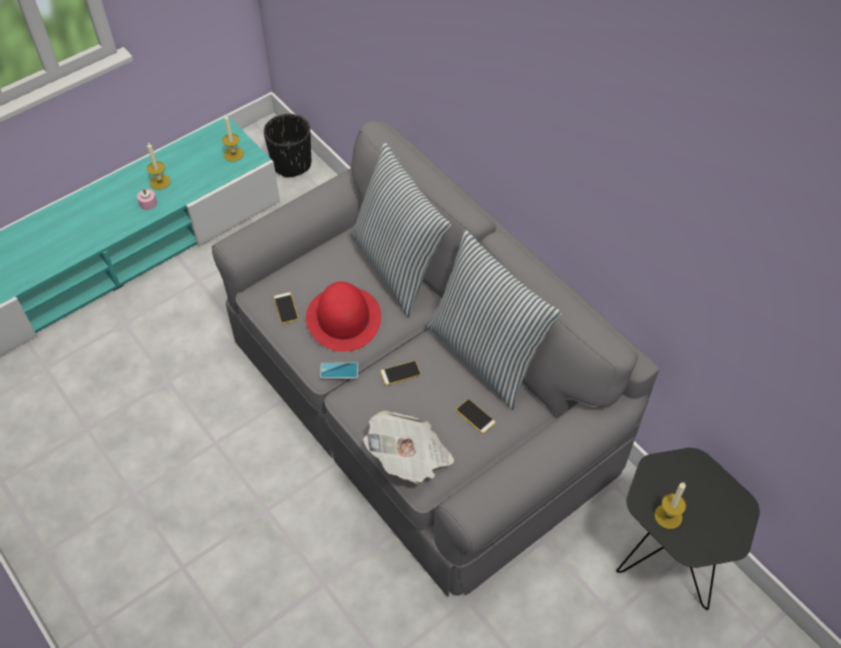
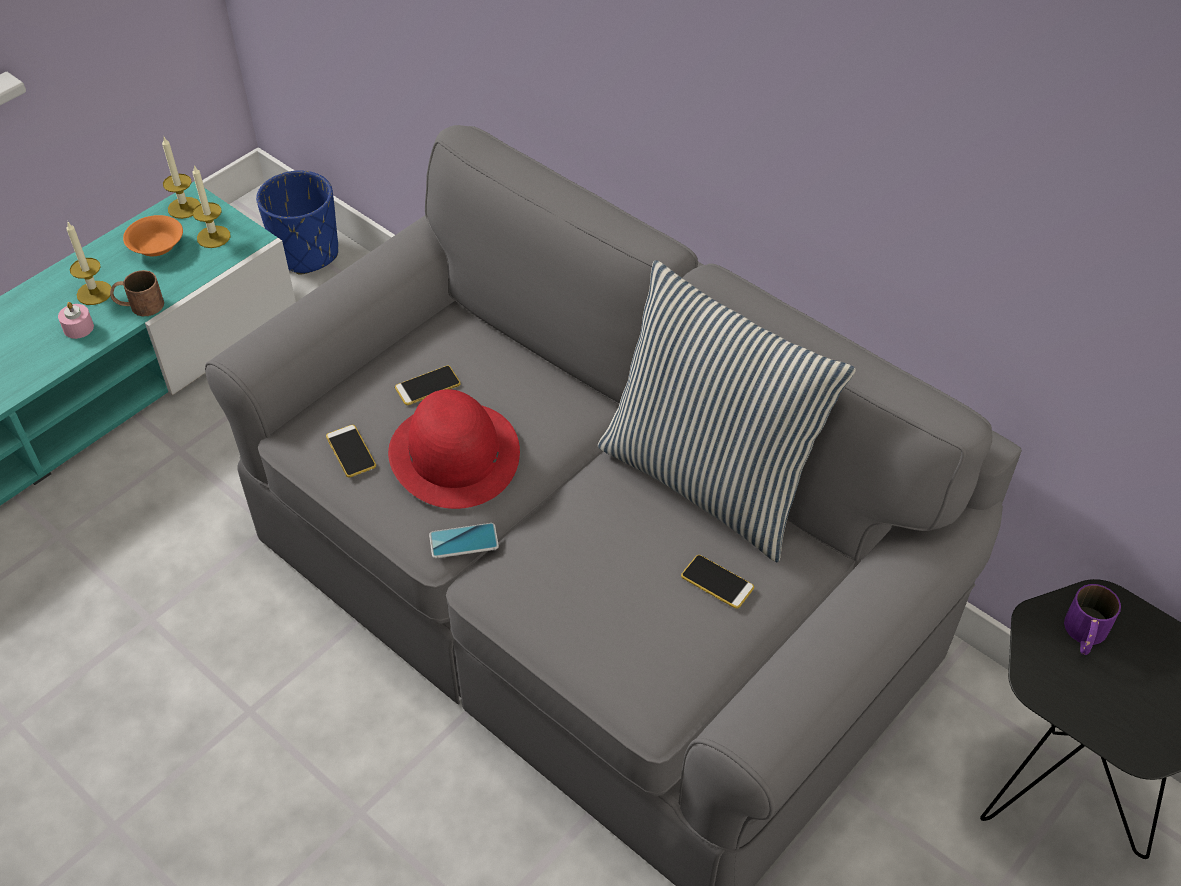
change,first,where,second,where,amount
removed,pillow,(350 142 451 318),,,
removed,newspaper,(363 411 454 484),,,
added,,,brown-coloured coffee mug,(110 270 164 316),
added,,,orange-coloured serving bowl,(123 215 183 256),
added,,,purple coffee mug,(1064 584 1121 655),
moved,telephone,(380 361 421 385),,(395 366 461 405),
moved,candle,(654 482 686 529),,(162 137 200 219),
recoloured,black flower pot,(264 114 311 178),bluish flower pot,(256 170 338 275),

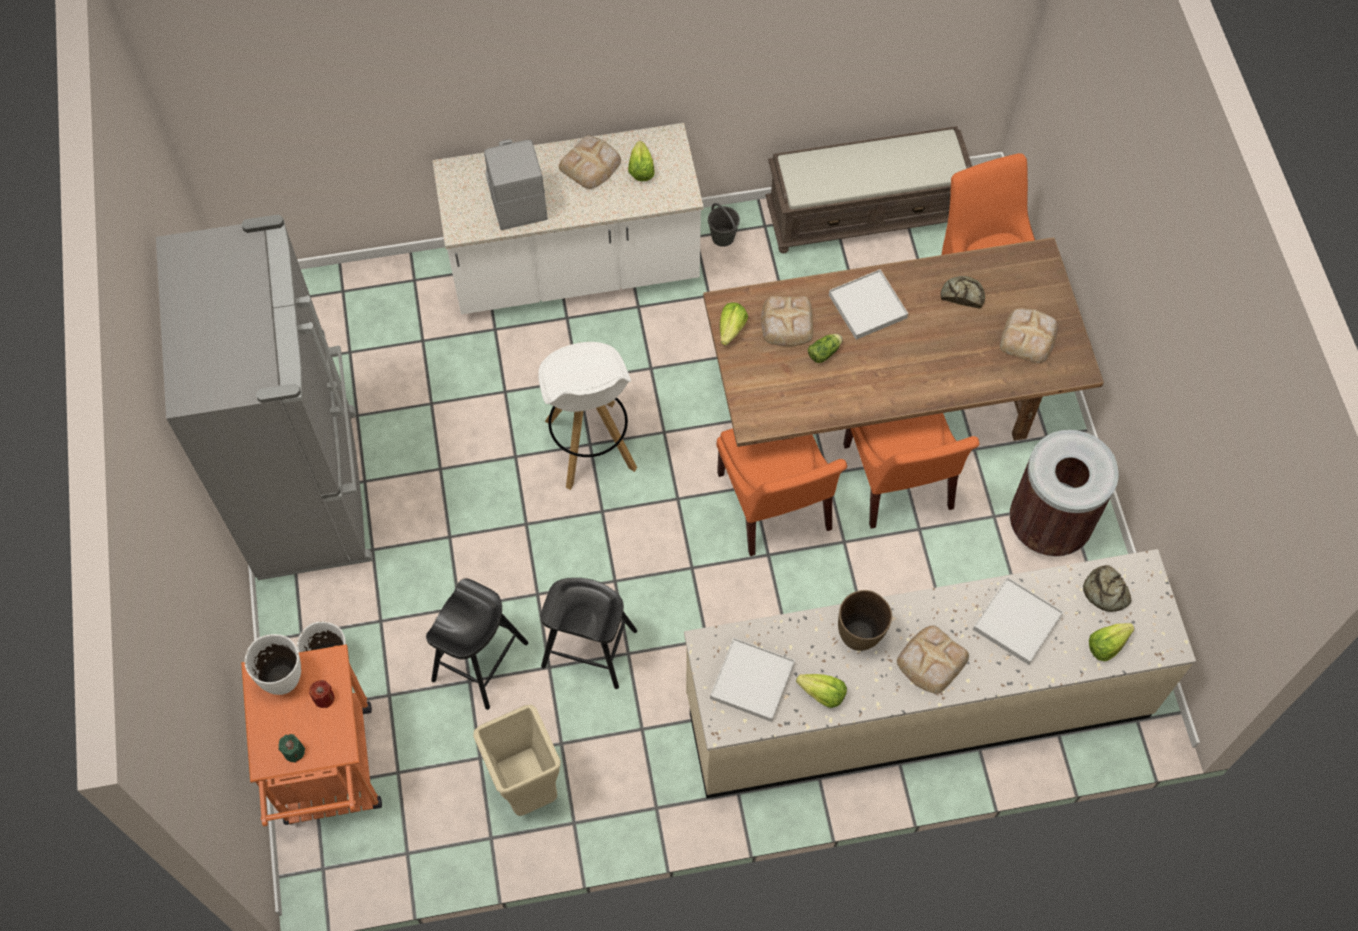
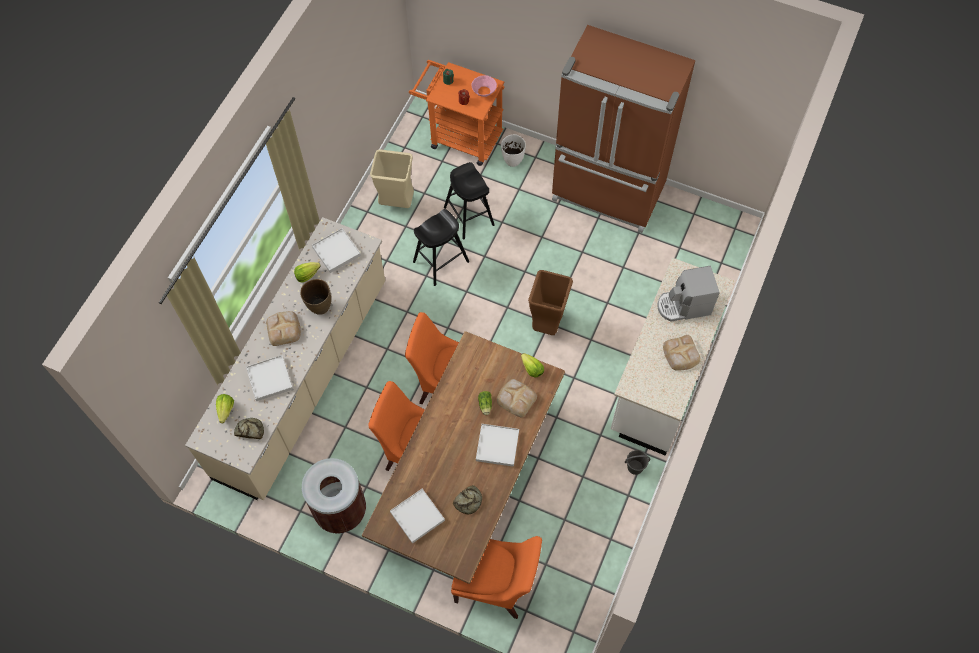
change,first,where,second,where,amount
removed,lettuce head,(628 141 654 181),,,
removed,brown-coloured indoor bench,(765 126 972 253),,,
replaced,white decorative vase,(245 634 301 695),pink-coloured serving bowl,(471 75 497 97),
replaced,white sitting stool,(538 342 637 490),brown-coloured trash can,(528 270 573 335),
replaced,bakery bread,(1000 308 1058 363),white serving tray,(390 489 445 543),
recoloured,gray fridge,(156 214 373 580),brown-coloured fridge,(552 25 695 233),
turned,coffee machine,(484 139 548 230),,(658 266 720 322),150 degrees clockwise

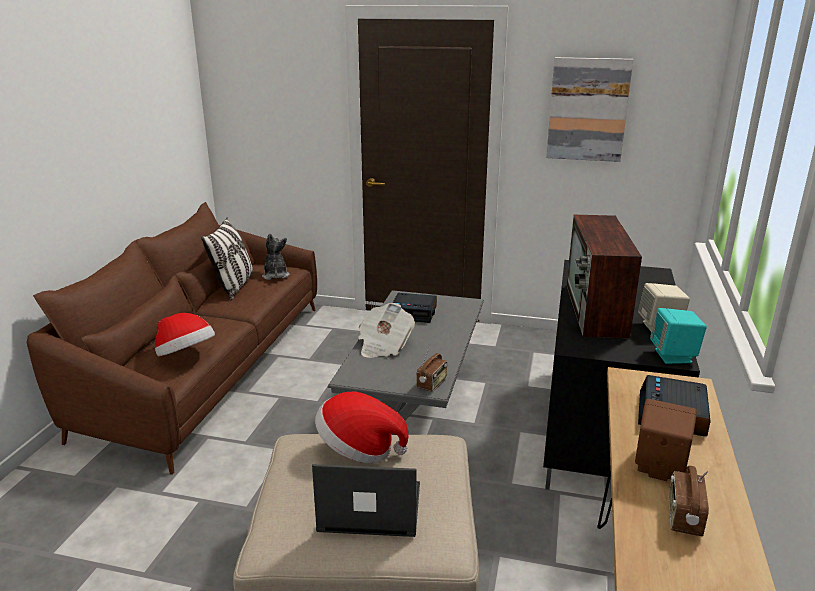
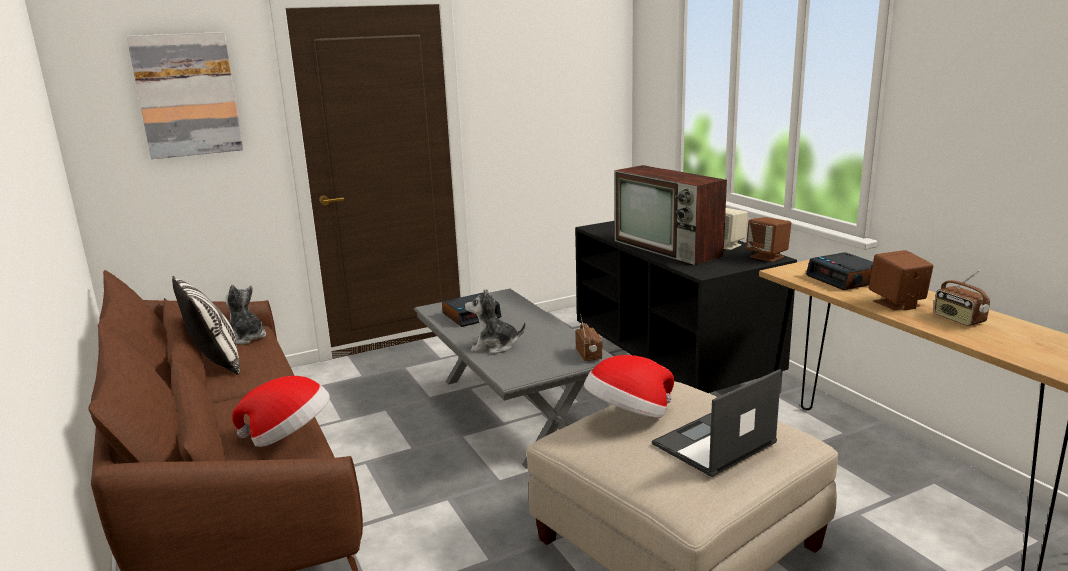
change,first,where,second,where,amount
moved,wall picture,(546 57 633 162),,(126 32 243 159),
replaced,newspaper,(358 303 415 358),cuddly toy,(465 289 526 354),
recoloured,turquoise-coloured loudspeaker,(650 308 707 364),brown-coloured loudspeaker,(746 217 791 262),

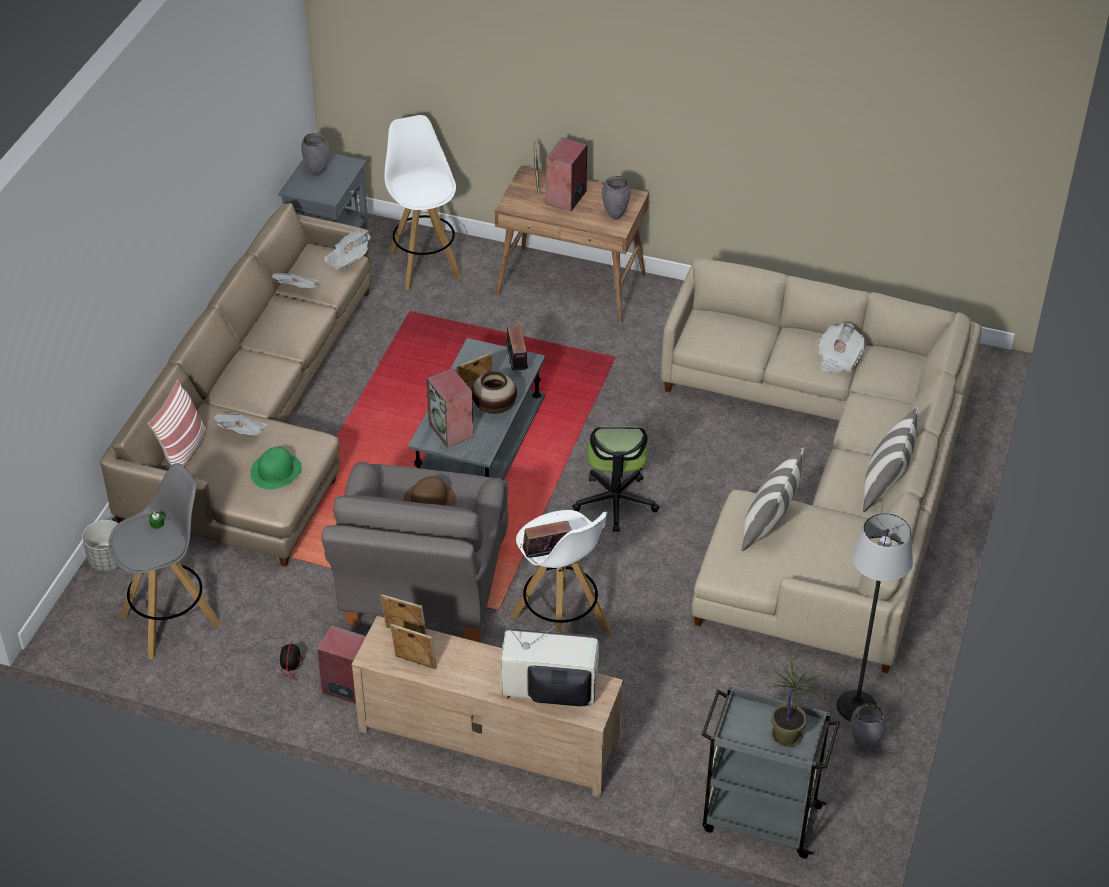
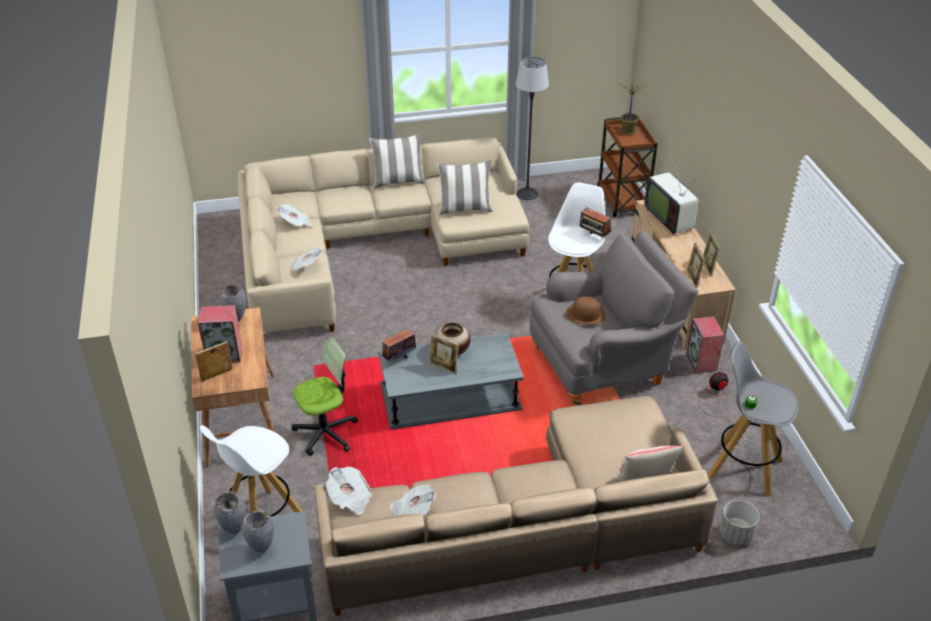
change,first,where,second,where,amount
removed,greenish hat,(250 447 302 490),,,
removed,loudspeaker,(426 368 474 448),,,
moved,newspaper,(214 413 267 436),,(290 247 322 271),
moved,desk chair,(572 426 659 532),,(291 337 358 456),
moved,gray decorative vase,(851 703 886 750),,(214 491 246 534),
recoloured,gray trolley,(702 686 840 858),brown-coloured trolley,(597 117 658 217),

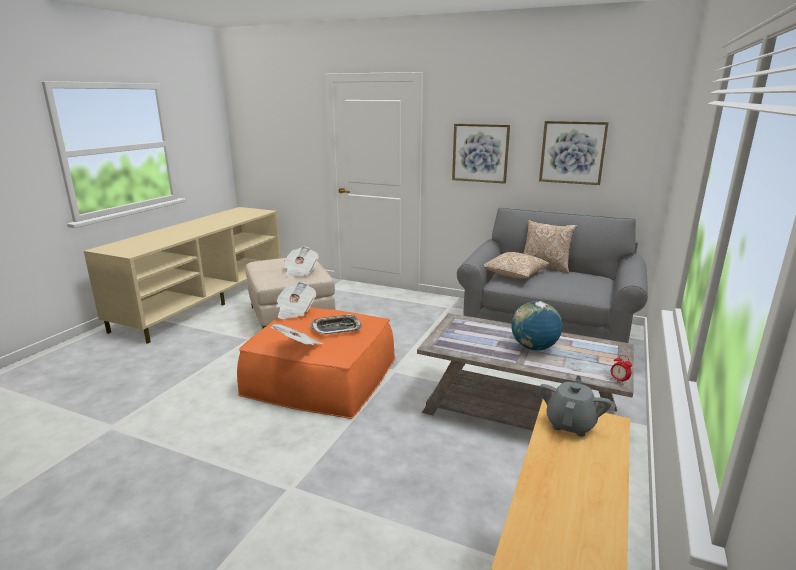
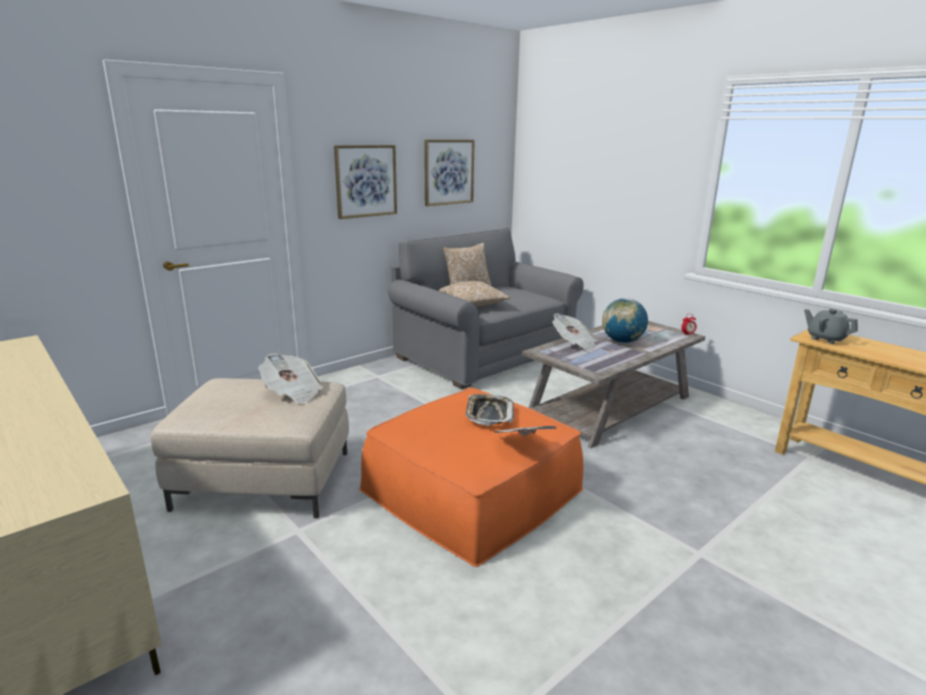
change,first,where,second,where,amount
moved,newspaper,(276 282 316 319),,(552 313 597 352),

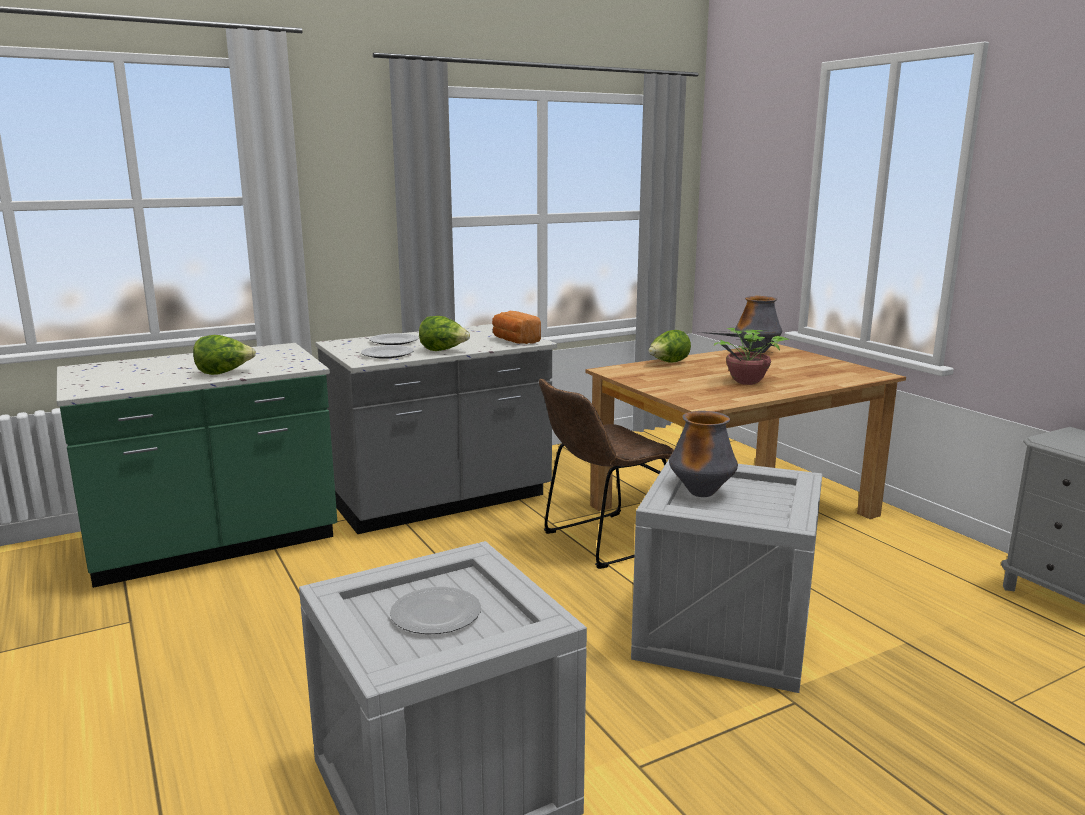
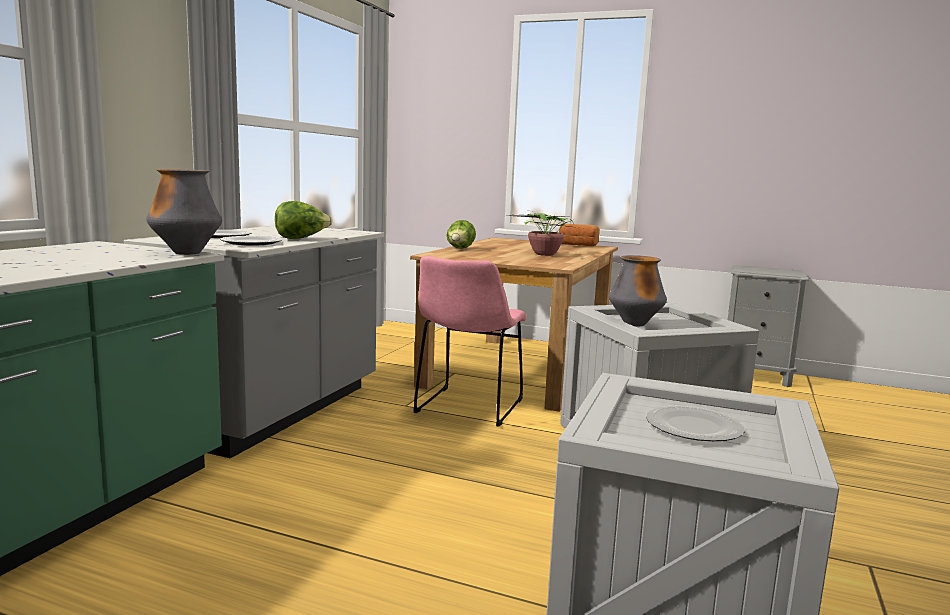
change,first,where,second,where,amount
removed,lettuce head,(193 335 256 375),,,
moved,bakery bread,(492 311 541 344),,(559 224 600 246),
moved,decorative vase,(735 296 782 353),,(146 169 222 255),
recoloured,brown-coloured upright chair,(539 379 674 569),pink-coloured upright chair,(413 255 527 426),

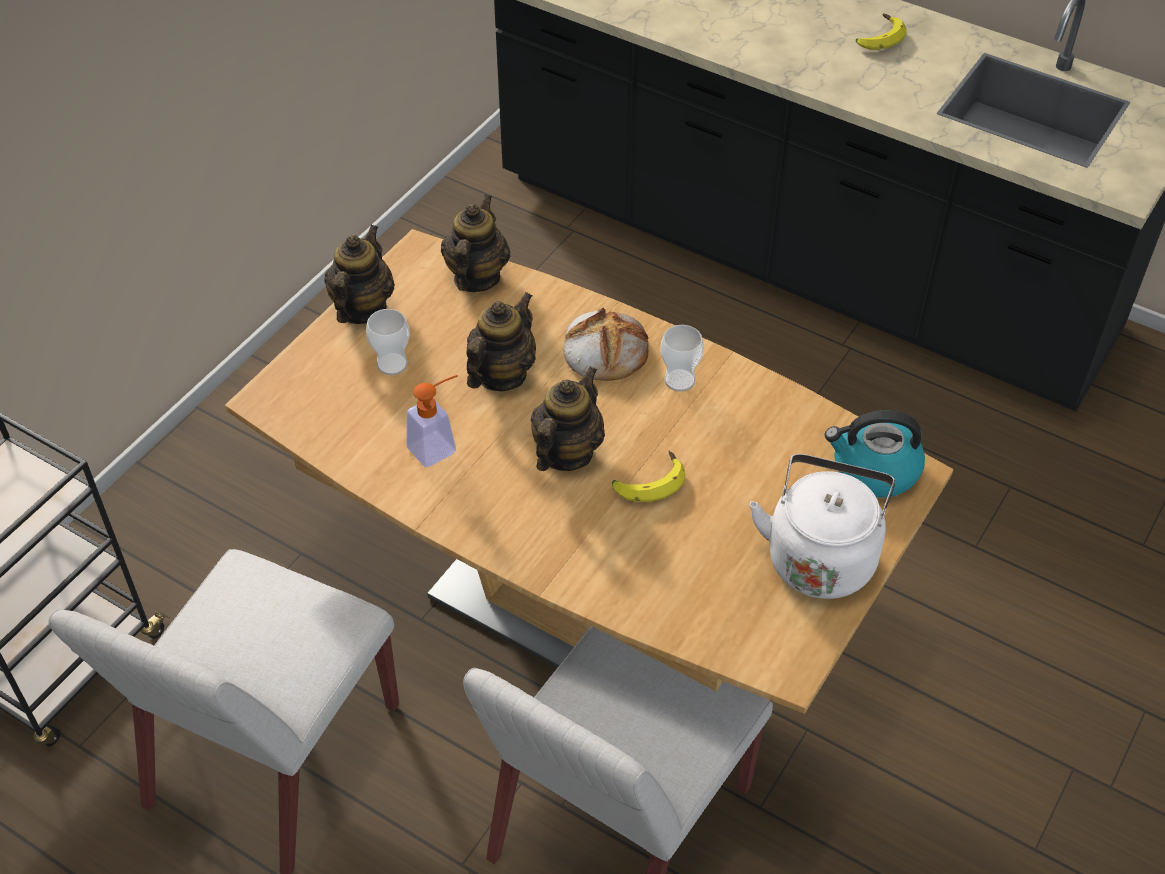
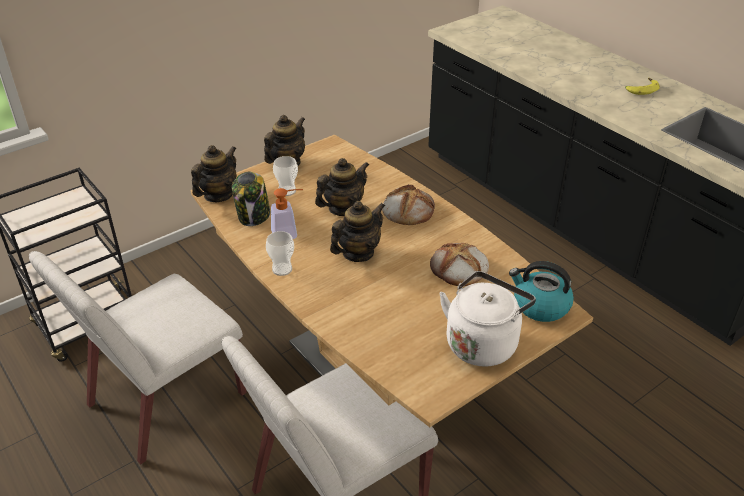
change,first,where,second,where,amount
removed,banana,(612 450 685 502),,,
added,,,preserve jar,(232 171 270 226),
added,,,bakery bread,(430 243 489 286),
moved,pot for tea,(441 194 510 292),,(191 145 237 202),
moved,cup,(660 325 704 392),,(266 231 294 276),

